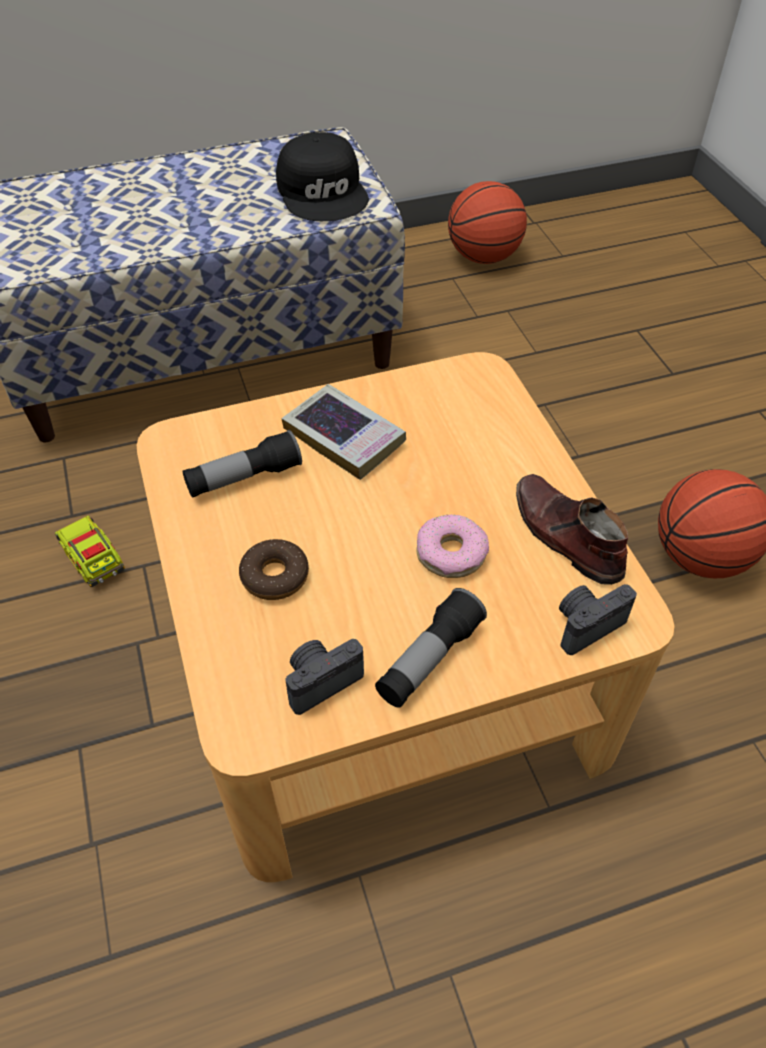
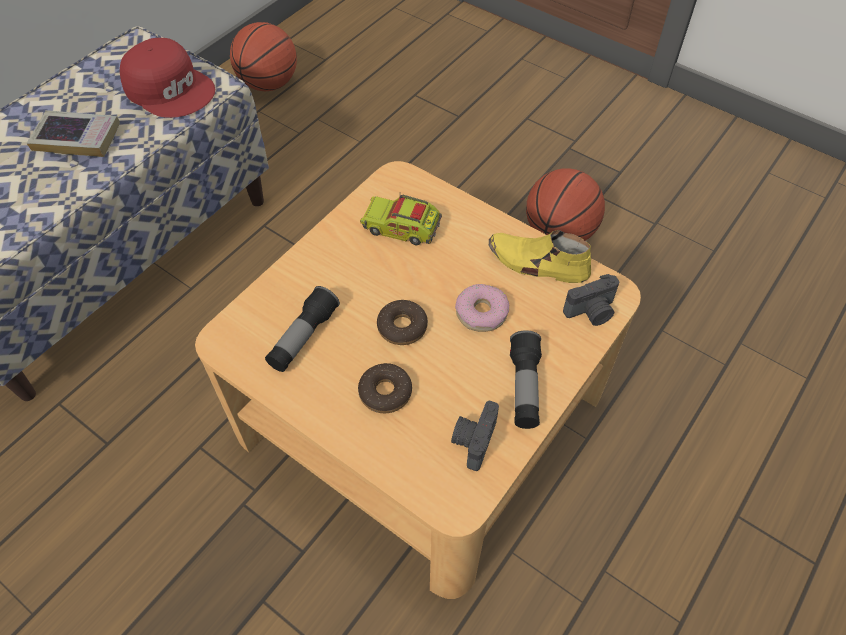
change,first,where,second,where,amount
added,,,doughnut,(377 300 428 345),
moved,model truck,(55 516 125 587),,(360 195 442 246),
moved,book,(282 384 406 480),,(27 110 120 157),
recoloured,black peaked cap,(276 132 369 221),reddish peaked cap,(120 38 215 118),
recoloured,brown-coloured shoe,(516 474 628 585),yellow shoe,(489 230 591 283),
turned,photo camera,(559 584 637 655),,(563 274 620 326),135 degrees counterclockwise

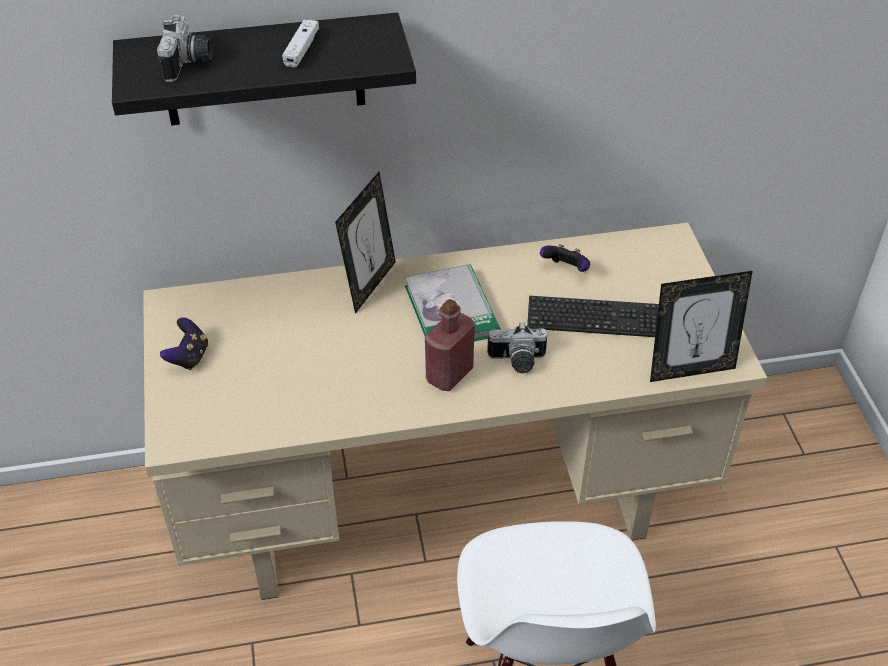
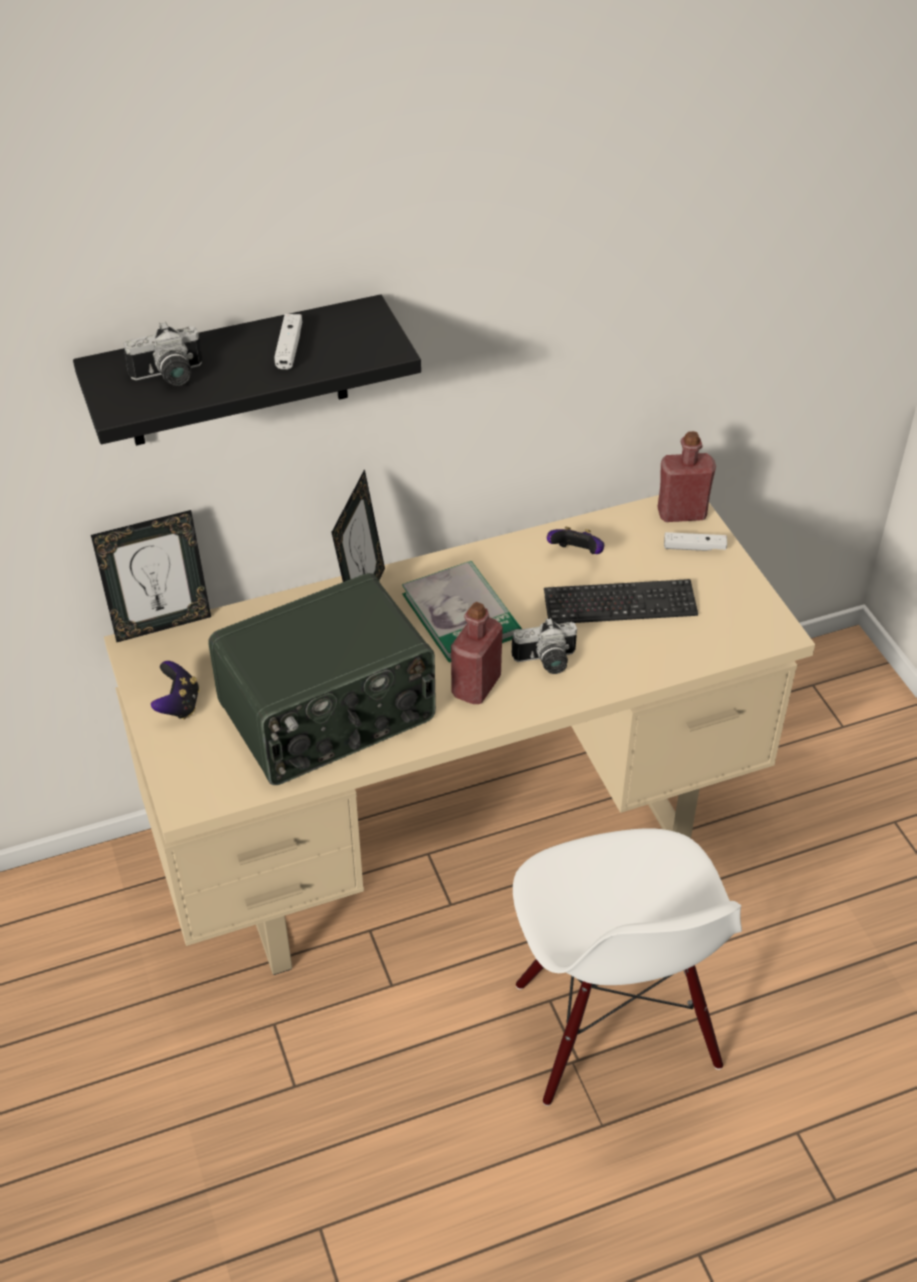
change,first,where,second,where,amount
added,,,radio receiver,(208 573 436 785),
added,,,reddish bottle,(657 431 716 522),
added,,,white joypad,(664 532 727 551),
moved,photo frame,(650 271 753 382),,(91 510 211 642),
turned,photo camera,(157 15 213 82),,(124 322 202 386),75 degrees clockwise

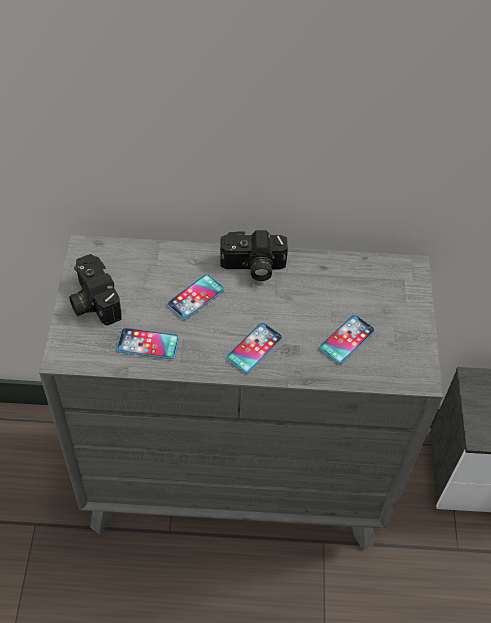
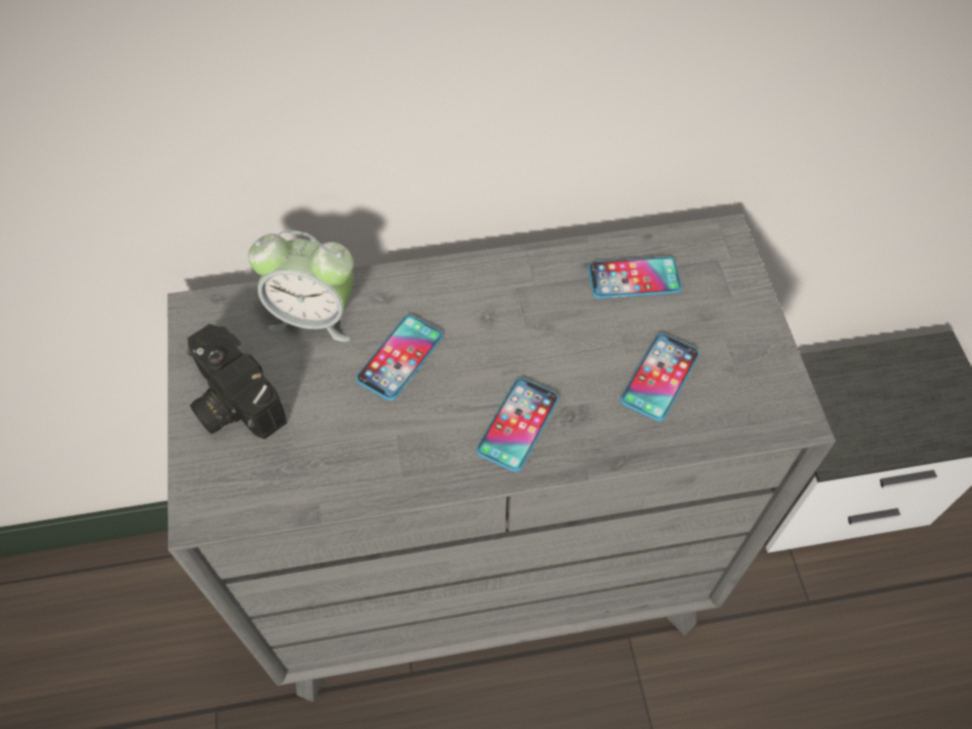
change,first,where,second,where,amount
removed,photo camera,(220 230 288 281),,,
added,,,bedside clock,(248 230 354 342),
moved,telephone,(117 328 179 359),,(588 256 682 299),

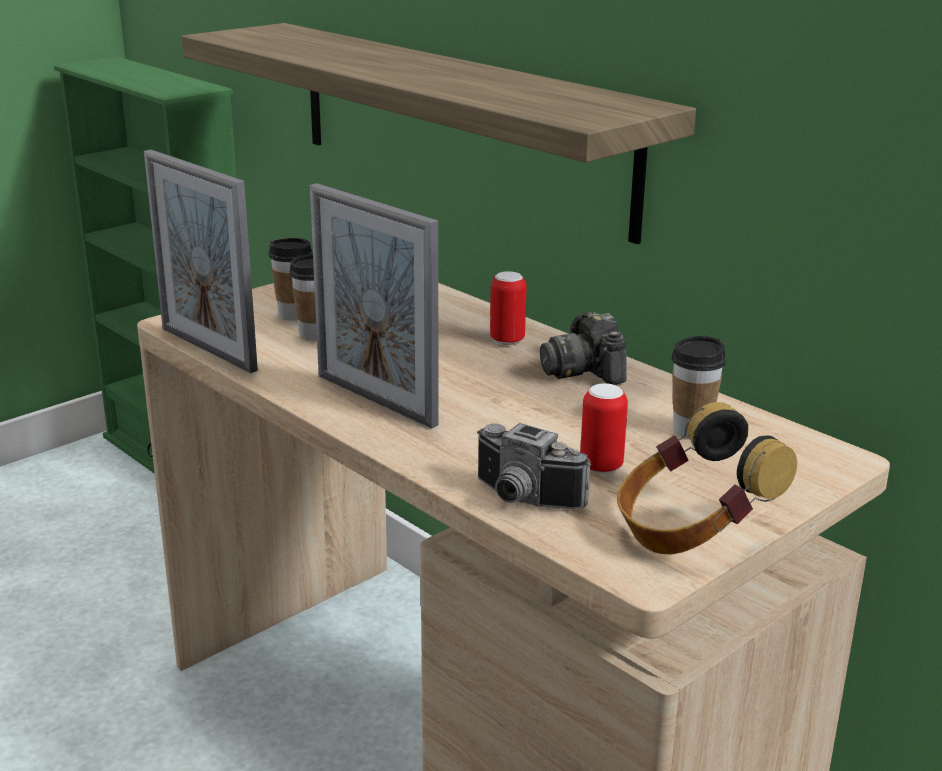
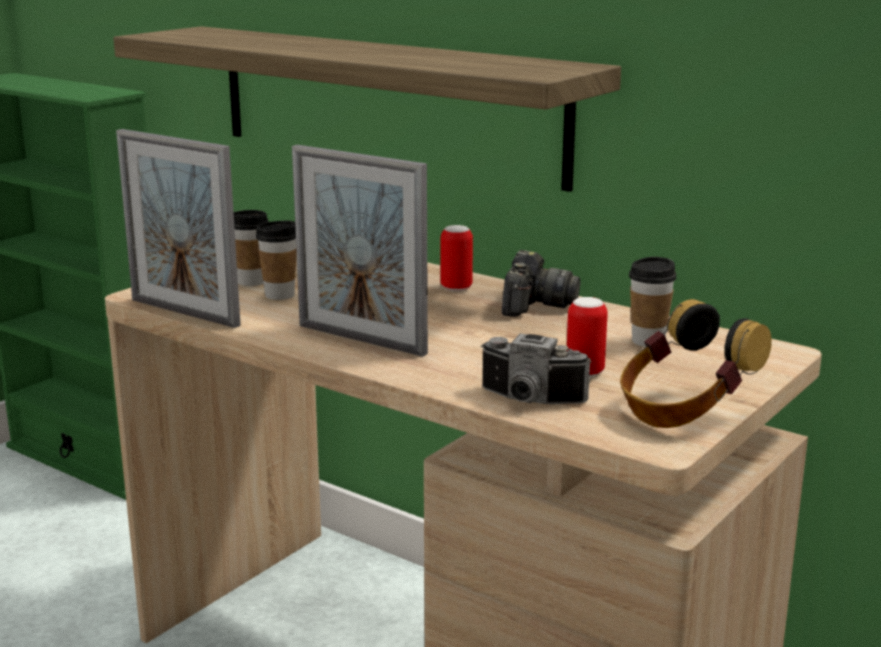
change,first,where,second,where,amount
turned,photo camera,(540 312 627 385),,(502 250 581 317),135 degrees counterclockwise

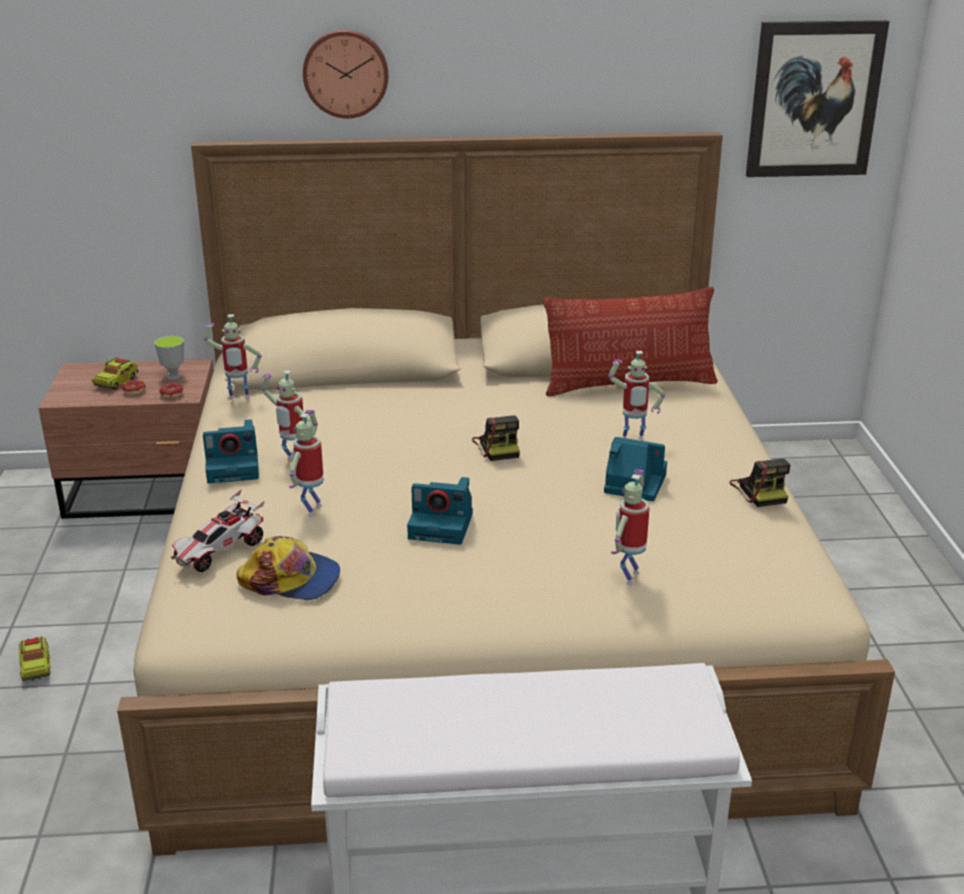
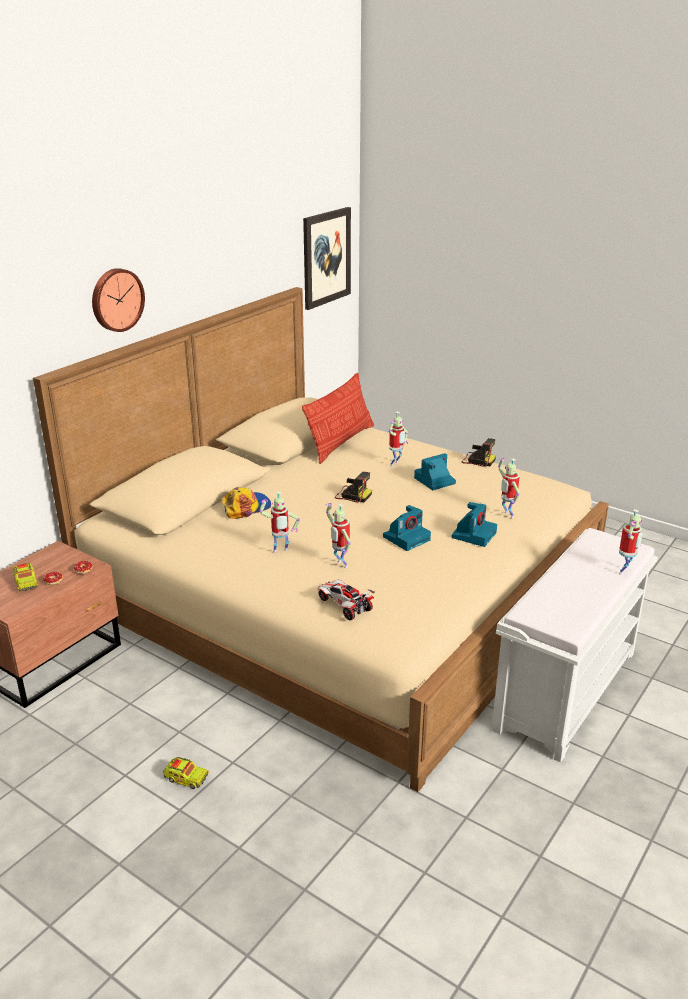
change,first,where,second,where,amount
removed,cup,(154 336 184 380),,,
moved,photo camera,(203 420 259 484),,(451 502 497 547),
moved,model robot,(204 314 262 399),,(619 509 642 575),
moved,peaked cap,(237 536 340 600),,(221 487 271 519),
turned,miniature car,(171 489 265 572),,(317 580 375 620),150 degrees clockwise

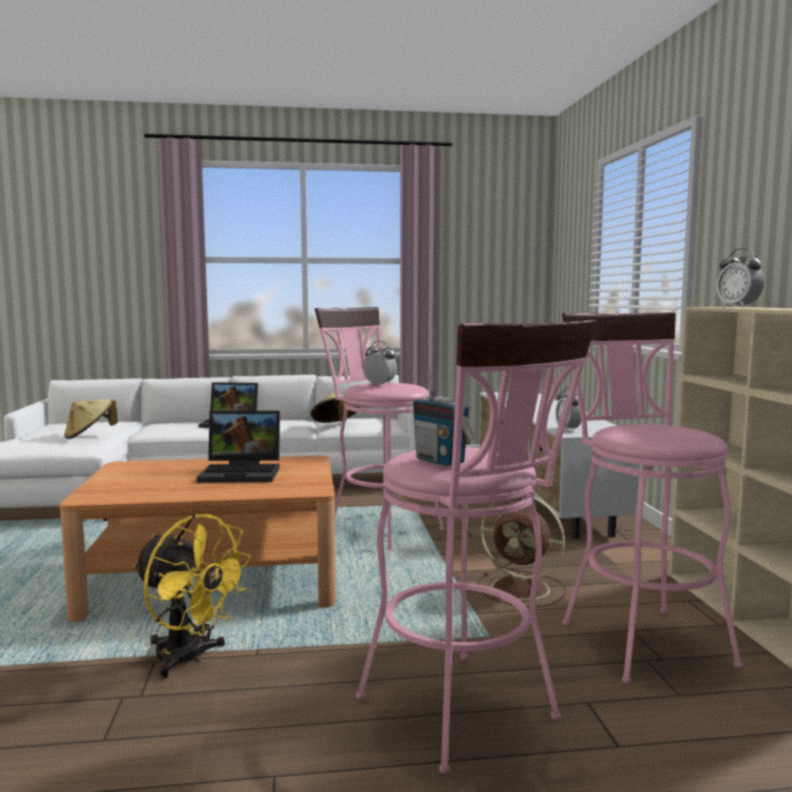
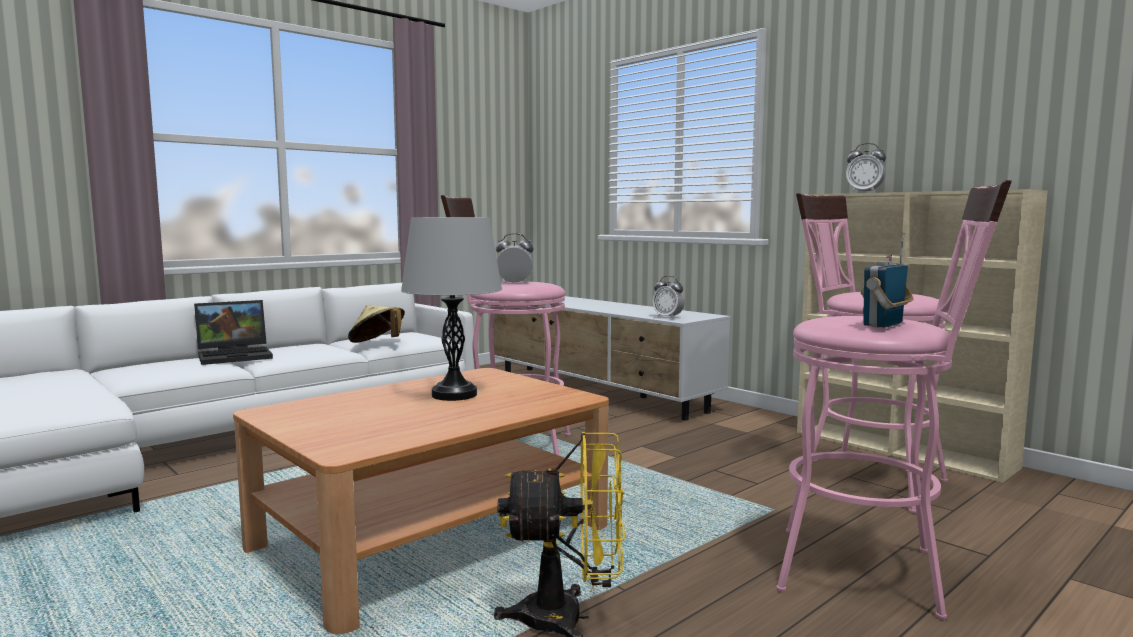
change,first,where,second,where,amount
removed,beige-coloured hat,(64 399 118 439),,,
removed,brown-coloured cooling fan,(478 496 566 607),,,
replaced,notebook computer,(197 410 280 483),gray lamp for a table,(401 217 502 401),
turned,radio receiver,(413 366 475 466),,(861 232 914 328),120 degrees clockwise

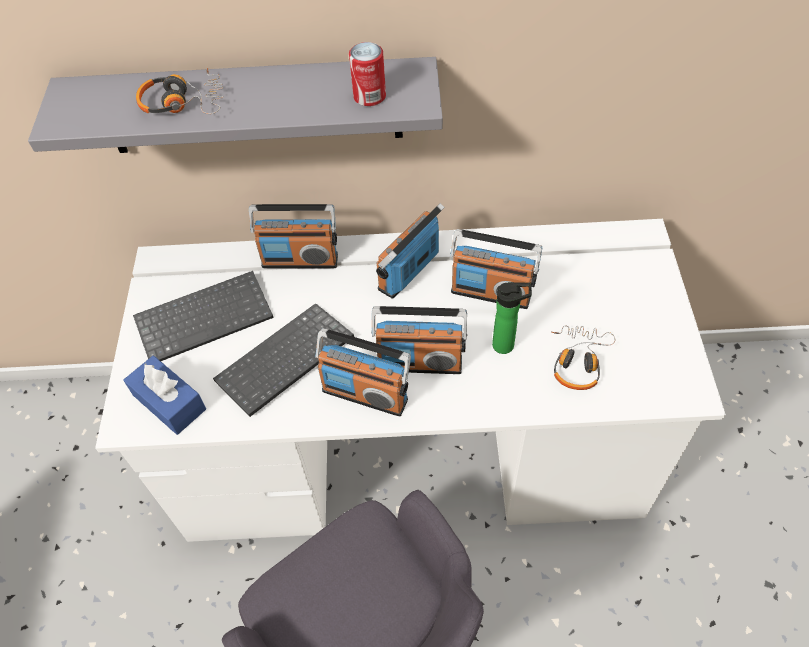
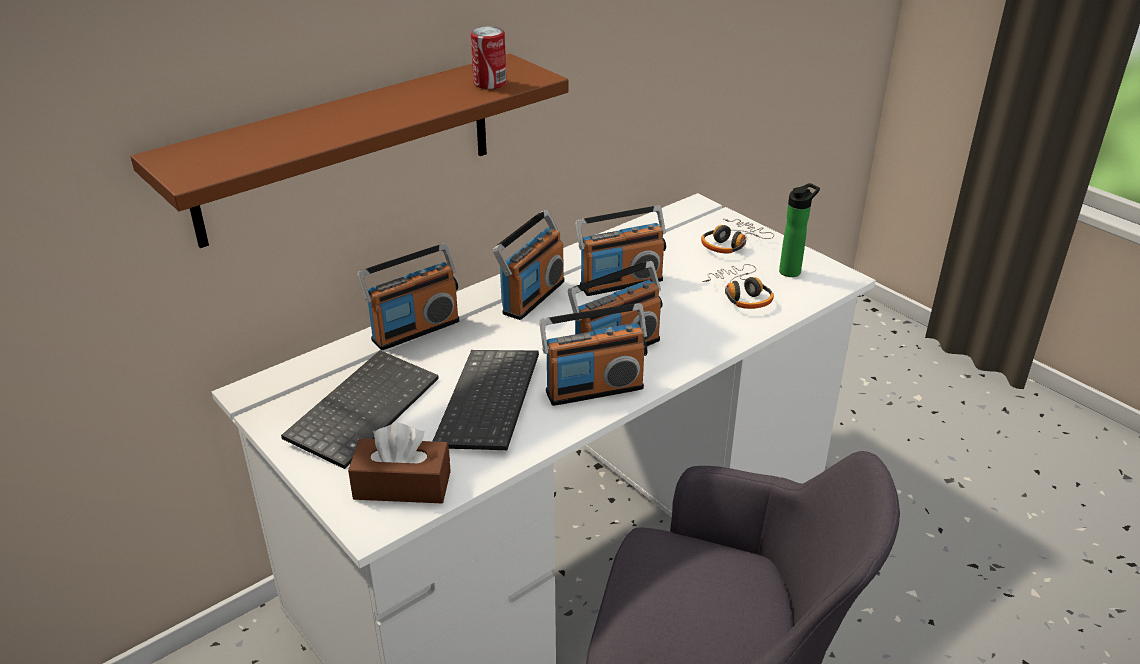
change,first,where,second,where,amount
moved,pair of headphones,(136 68 224 114),,(701 218 774 253),
moved,bottle,(492 282 532 354),,(779 183 820 277),
recoloured,gray bracket shelf,(28 57 443 153),brown-coloured bracket shelf,(130 54 569 248),
recoloured,bluish tissue holder,(123 356 206 435),brown-coloured tissue holder,(348 423 451 503),
turned,radio receiver,(376 203 445 299),,(493 210 564 320),150 degrees counterclockwise

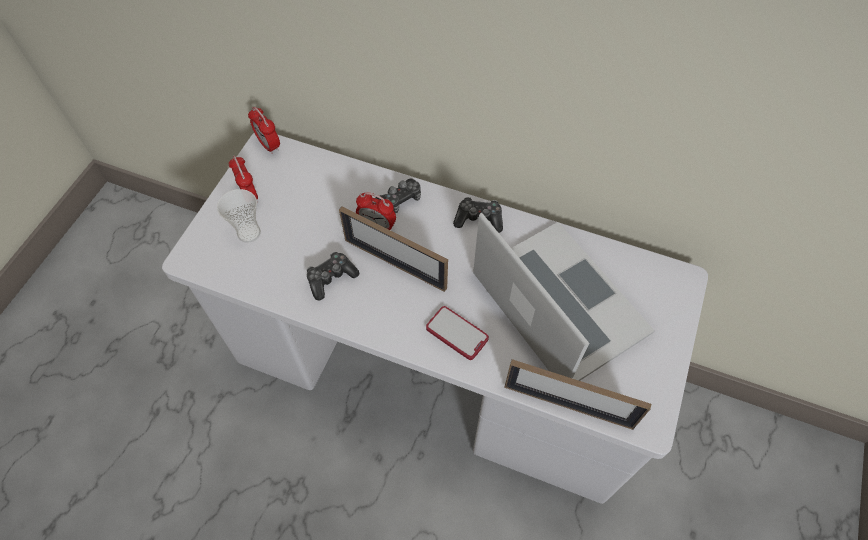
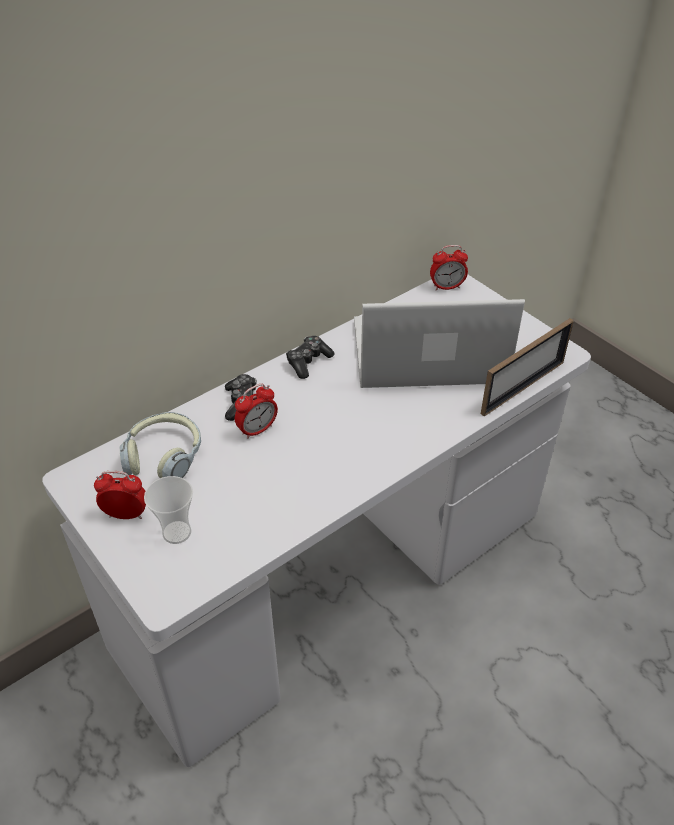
change,first,where,second,where,amount
removed,joypad,(307 252 359 301),,,
removed,photo frame,(339 206 448 292),,,
removed,telephone,(426 306 489 360),,,
added,,,pair of headphones,(120 412 201 478),
moved,bedside clock,(248 107 280 154),,(430 245 468 290),

